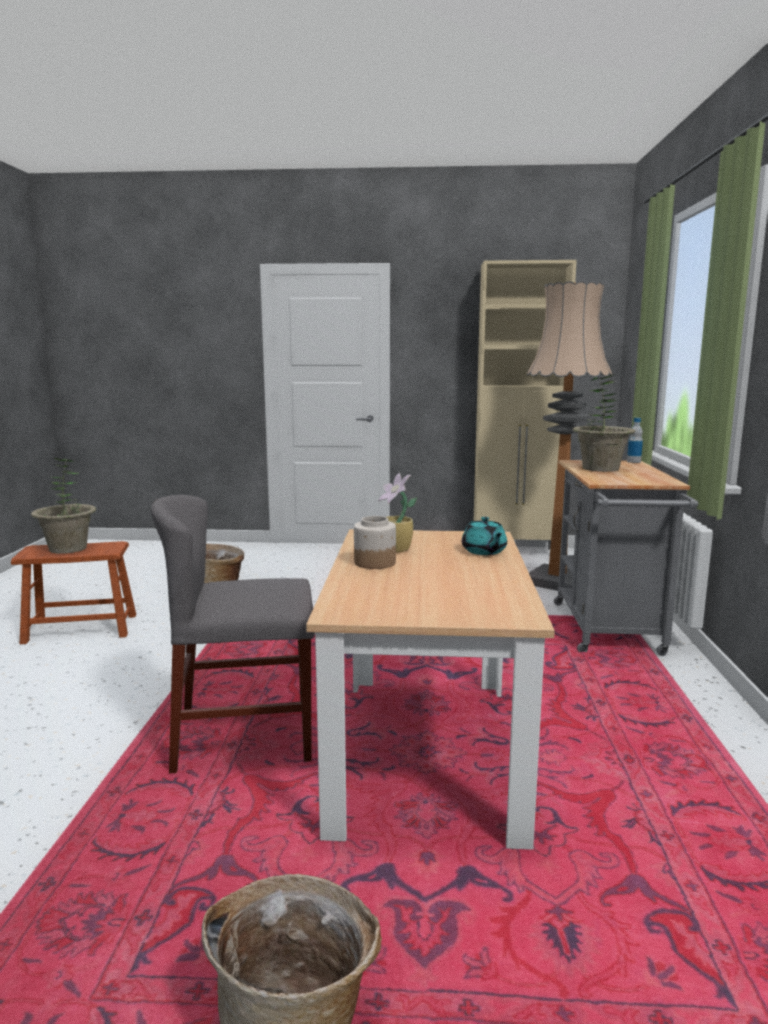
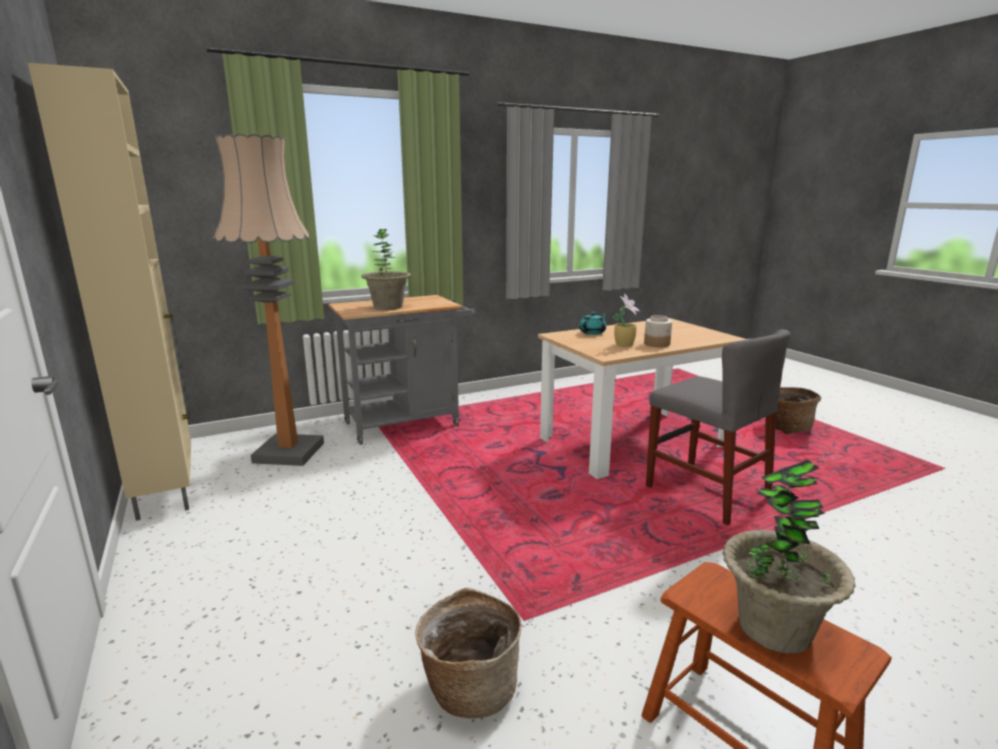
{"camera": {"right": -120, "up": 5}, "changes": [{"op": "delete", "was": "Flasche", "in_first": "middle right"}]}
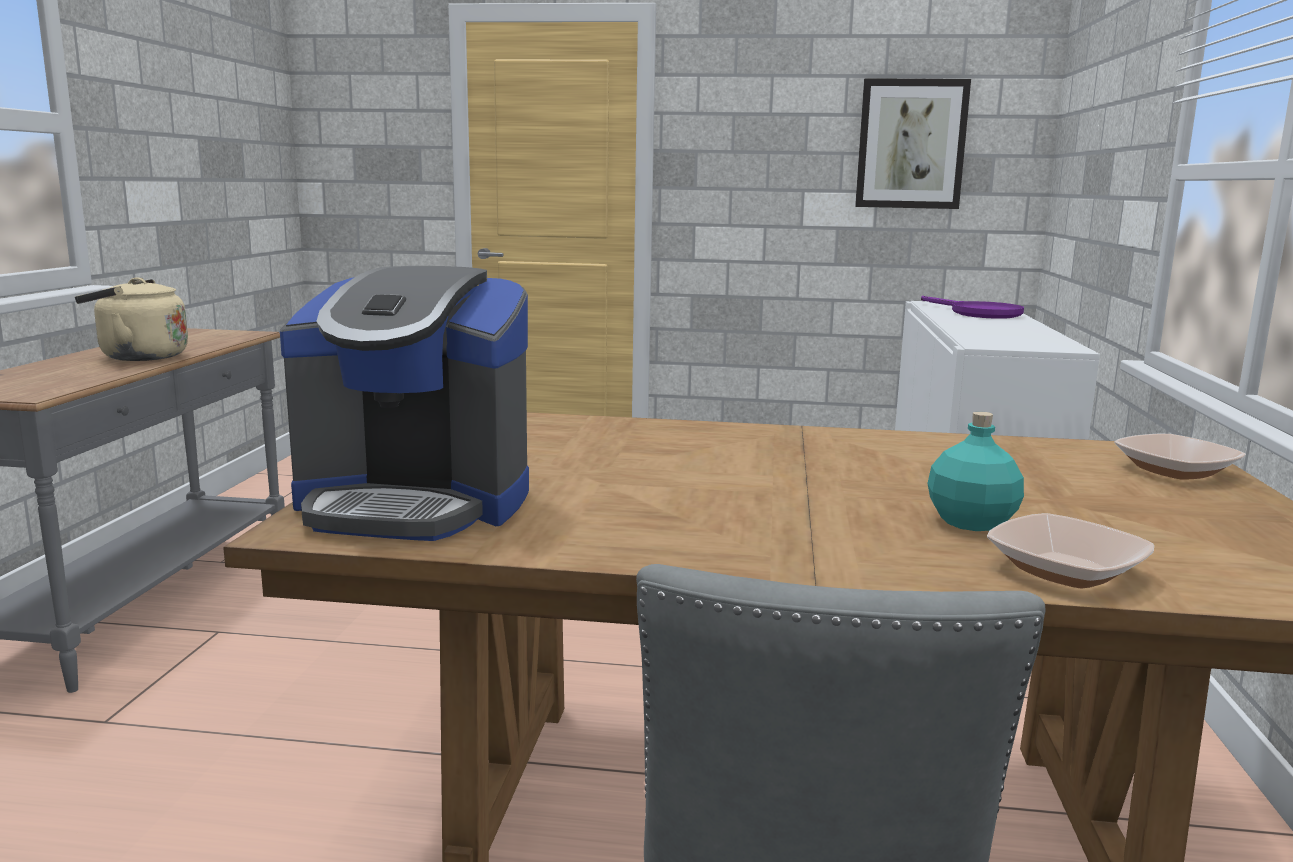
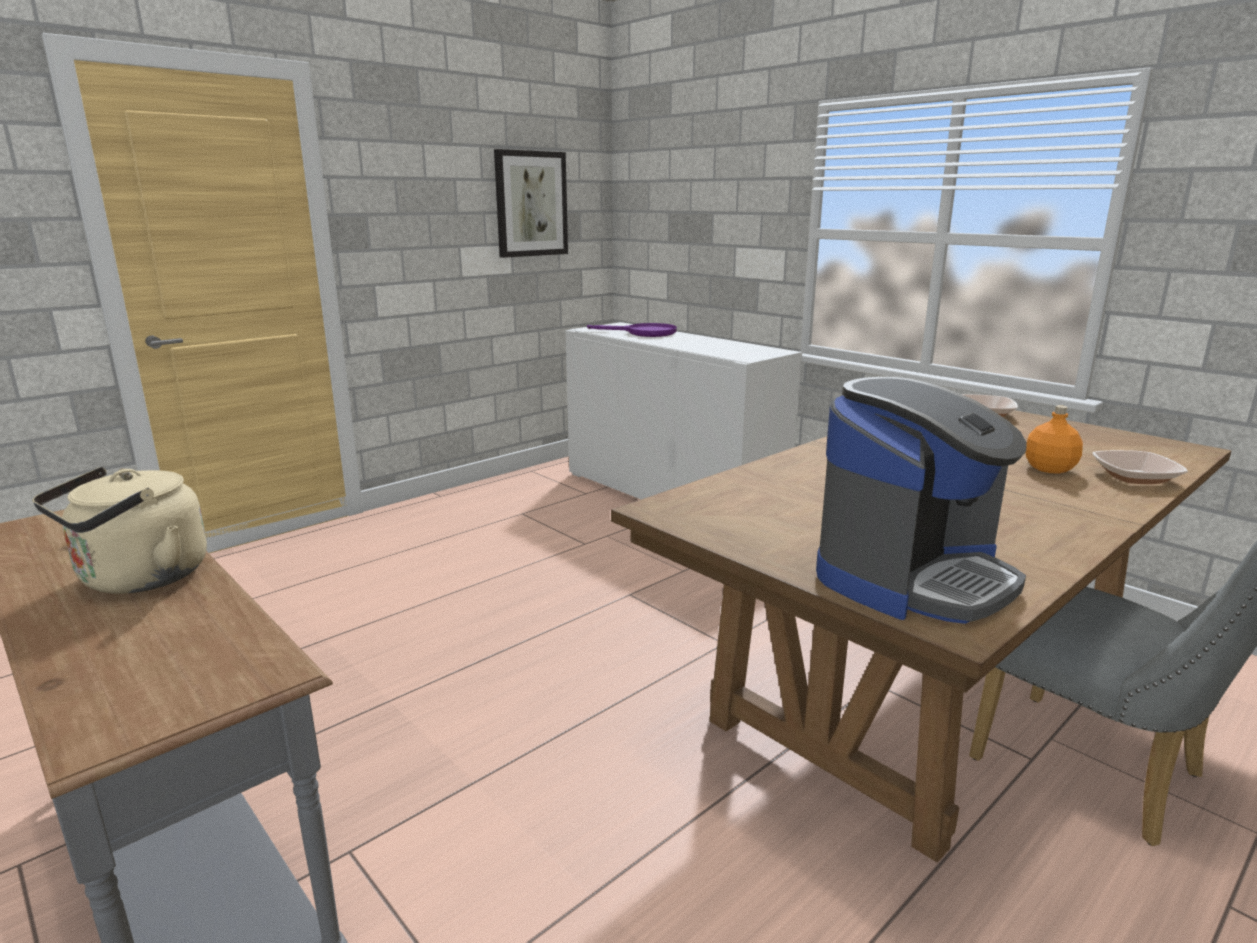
{"camera": {"right": -50, "up": 5}, "changes": [{"op": "recolor", "was": "Flasche [türkis]", "now": "Flasche [orange]", "in_first": "middle right", "in_second": "middle right"}]}
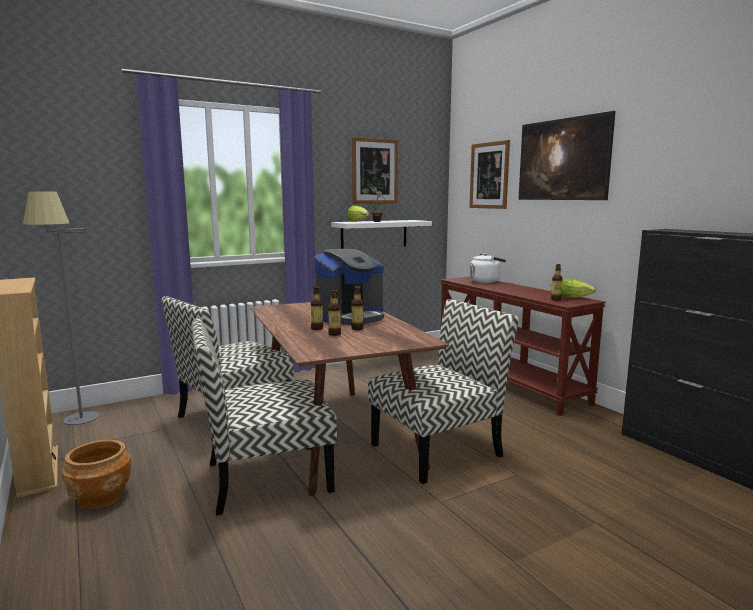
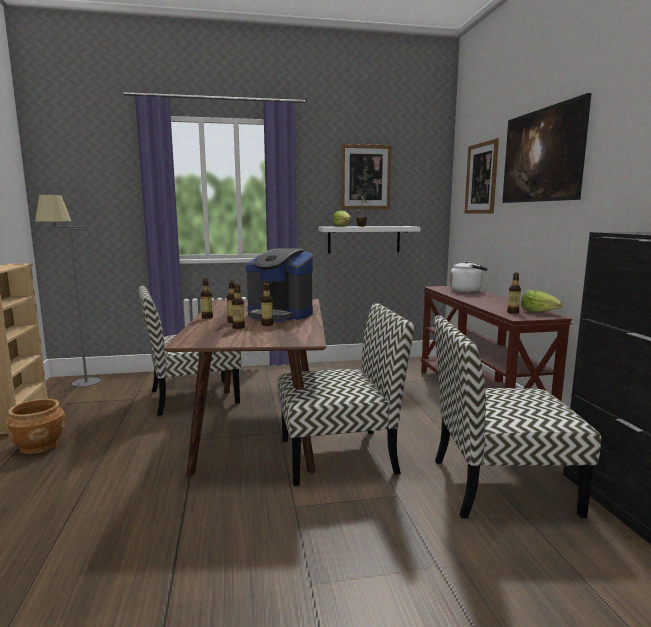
{"camera": {"right": 20, "up": 0}, "changes": [{"op": "insert", "now": "Flasche (1st from left)", "in_second": "middle left"}, {"op": "move", "was": "Stuhl (2nd from left in the first image)", "now": "Stuhl (3rd from left)", "in_first": "bottom centre", "in_second": "middle right"}, {"op": "rotate", "was": "Kaffeemaschine", "in_first": "centre", "in_second": "centre", "clockwise": 45}]}
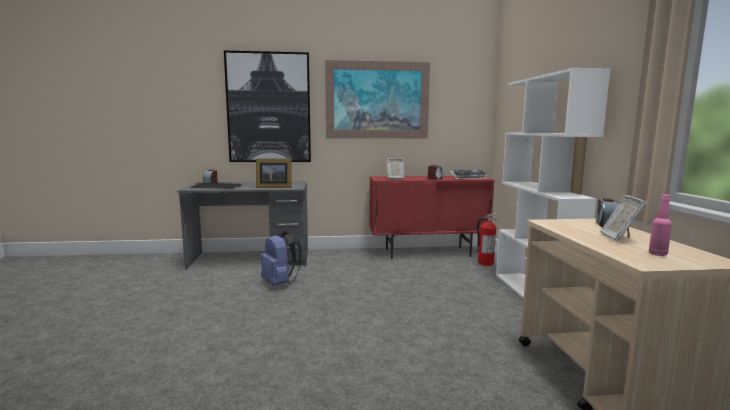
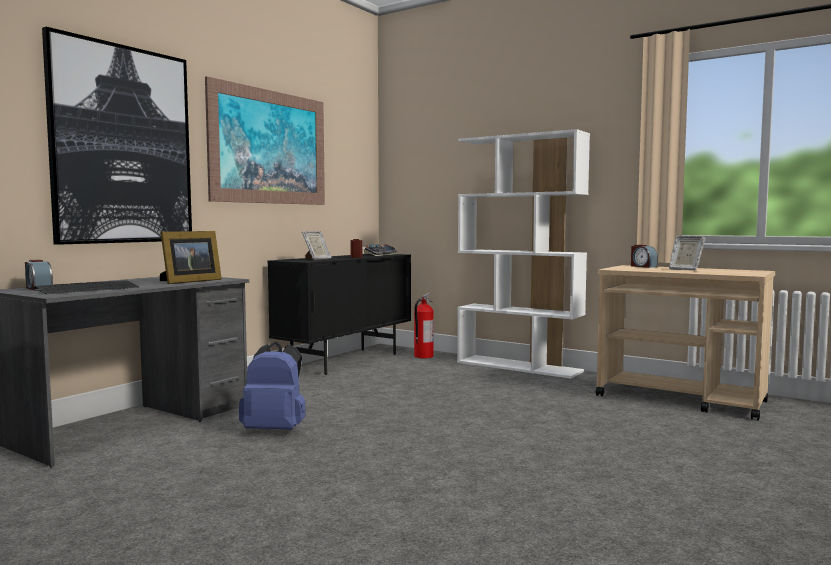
{"camera": {"right": -50, "up": -5}, "changes": [{"op": "delete", "was": "Flasche [rosa]", "in_first": "middle right"}, {"op": "recolor", "was": "Schrank [rot]", "now": "Schrank [schwarz]", "in_first": "centre", "in_second": "centre"}]}
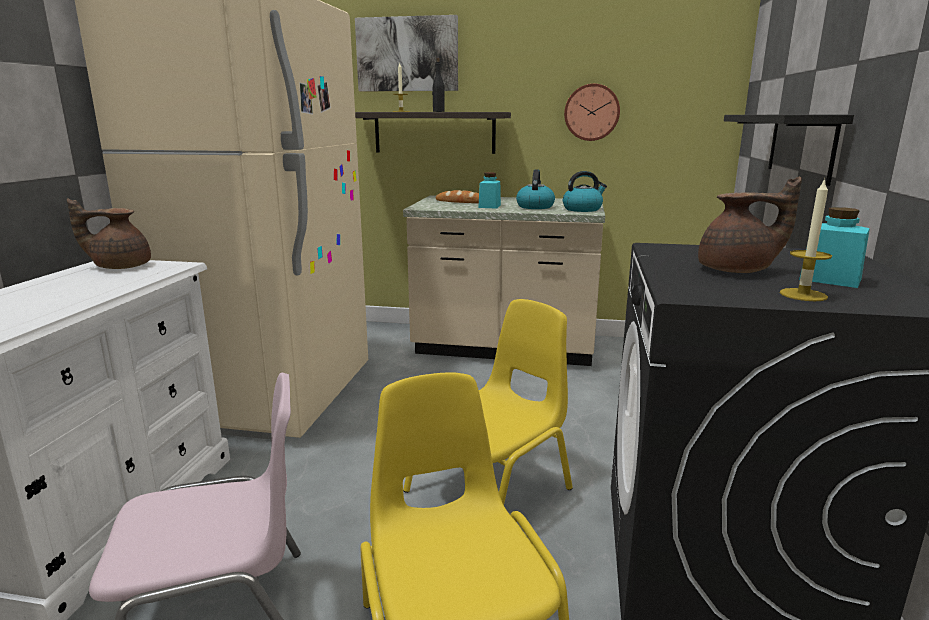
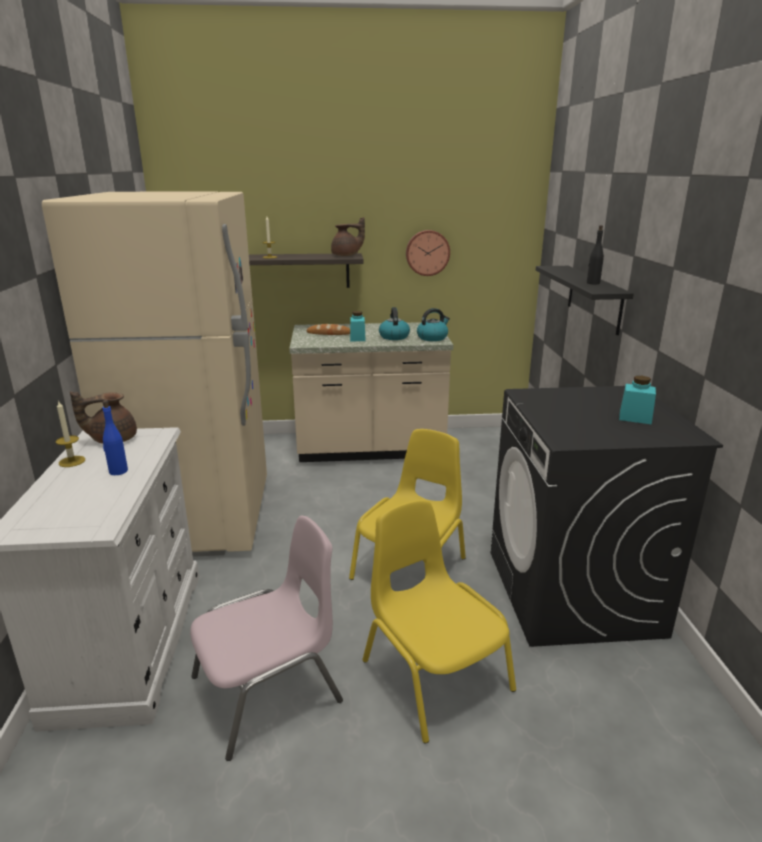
{"camera": {"right": -15, "up": 5}, "changes": [{"op": "delete", "was": "Bild", "in_first": "top centre"}, {"op": "insert", "now": "Flasche [blau]", "in_second": "middle left"}, {"op": "move", "was": "Flasche [schwarz]", "in_first": "top centre", "in_second": "top right"}, {"op": "move", "was": "Teekanne [braun] (2nd from left)", "in_first": "middle right", "in_second": "top centre"}, {"op": "move", "was": "Kerze (2nd from left in the first image)", "now": "Kerze (1st from left)", "in_first": "middle right", "in_second": "middle left"}]}
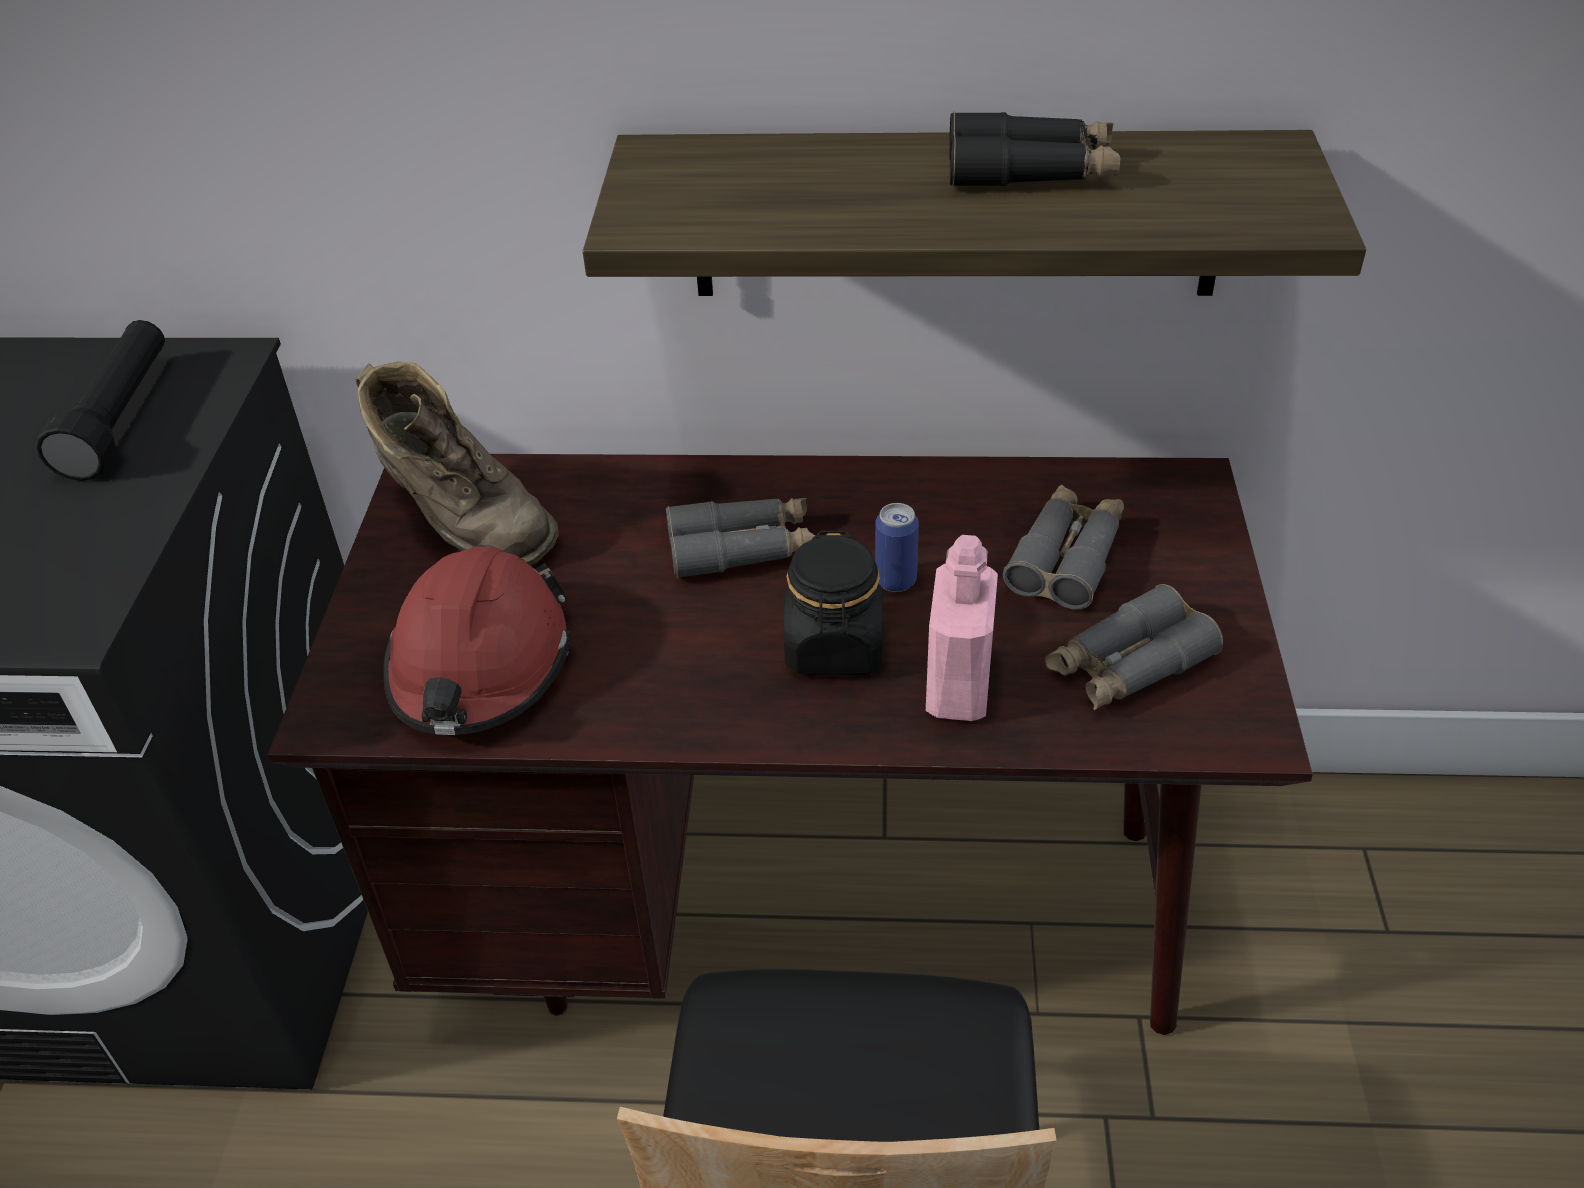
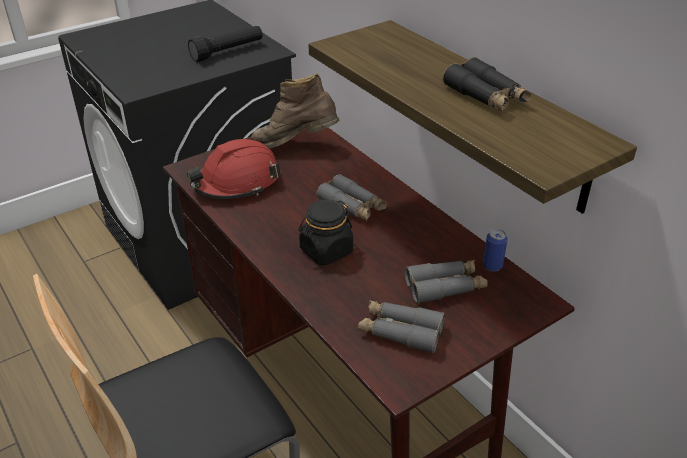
{"camera": {"right": 50, "up": -5}, "changes": [{"op": "delete", "was": "Flasche [rosa]", "in_first": "centre"}, {"op": "move", "was": "Dose", "in_first": "centre", "in_second": "middle right"}, {"op": "rotate", "was": "Stiefel [braun]", "in_first": "middle left", "in_second": "top centre", "clockwise": 90}]}
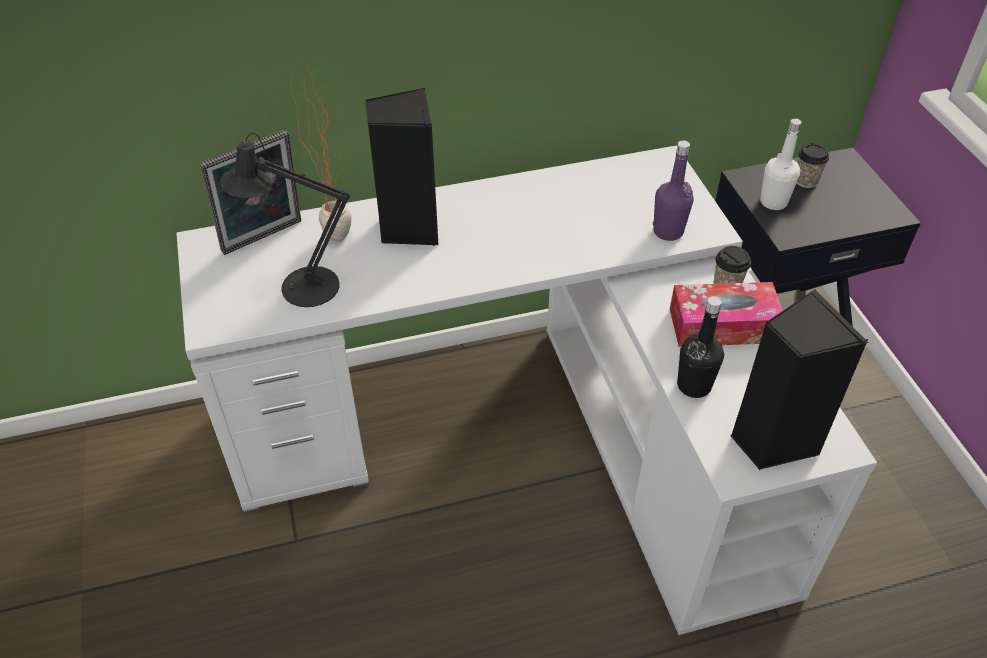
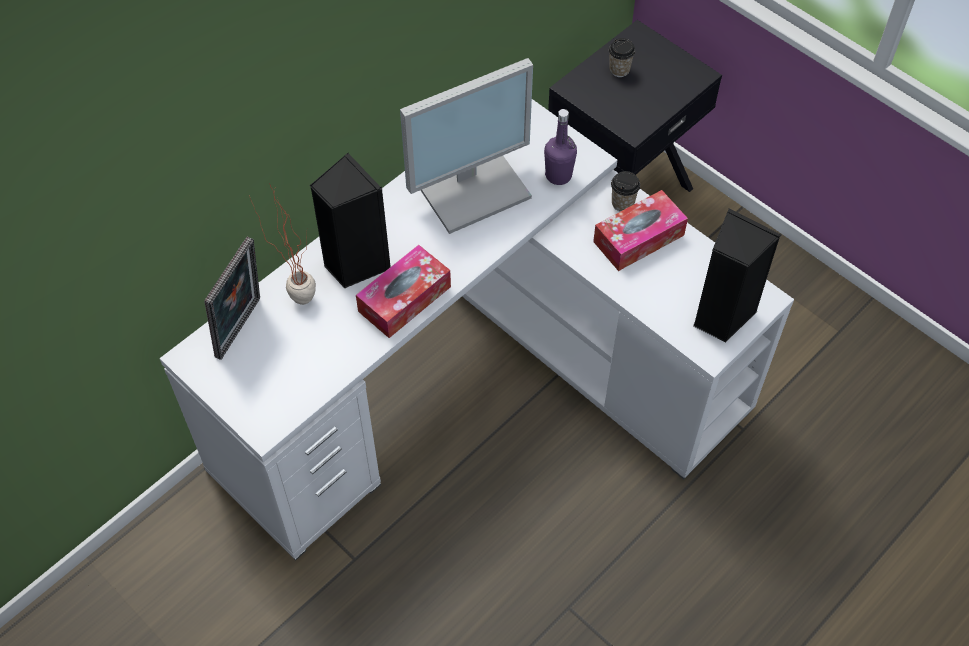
{"camera": {"right": -30, "up": 10}, "changes": [{"op": "delete", "was": "Tischlampe [schwarz]", "in_first": "middle left"}, {"op": "delete", "was": "Flasche [schwarz]", "in_first": "middle right"}, {"op": "delete", "was": "Flasche [weiß]", "in_first": "top right"}, {"op": "insert", "now": "Taschentuchbox (1st from left)", "in_second": "centre"}, {"op": "insert", "now": "Monitor", "in_second": "top centre"}]}
